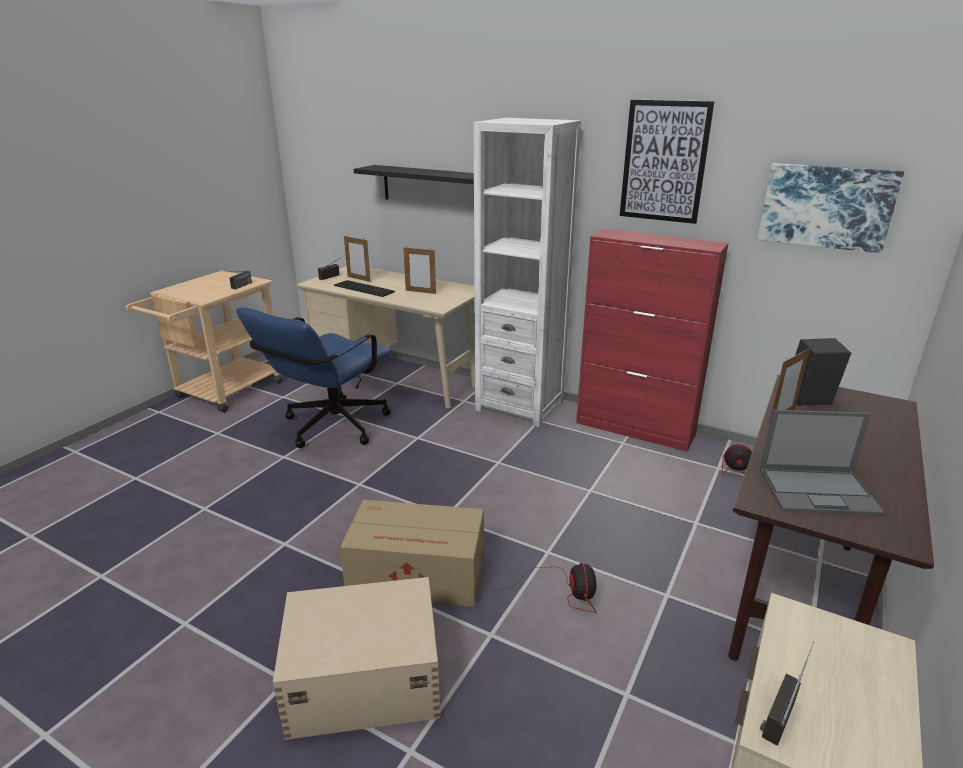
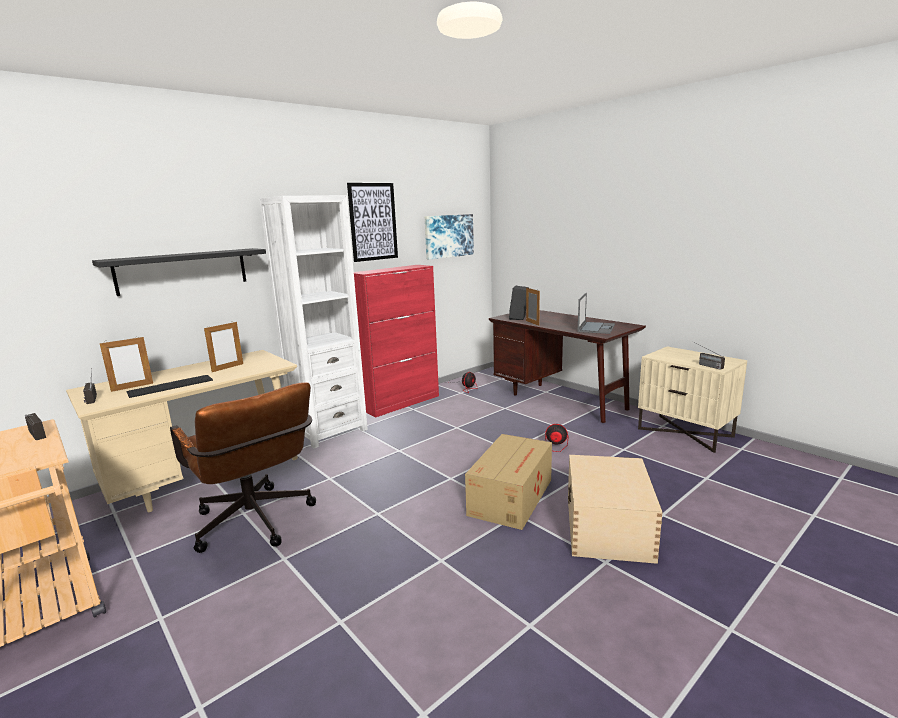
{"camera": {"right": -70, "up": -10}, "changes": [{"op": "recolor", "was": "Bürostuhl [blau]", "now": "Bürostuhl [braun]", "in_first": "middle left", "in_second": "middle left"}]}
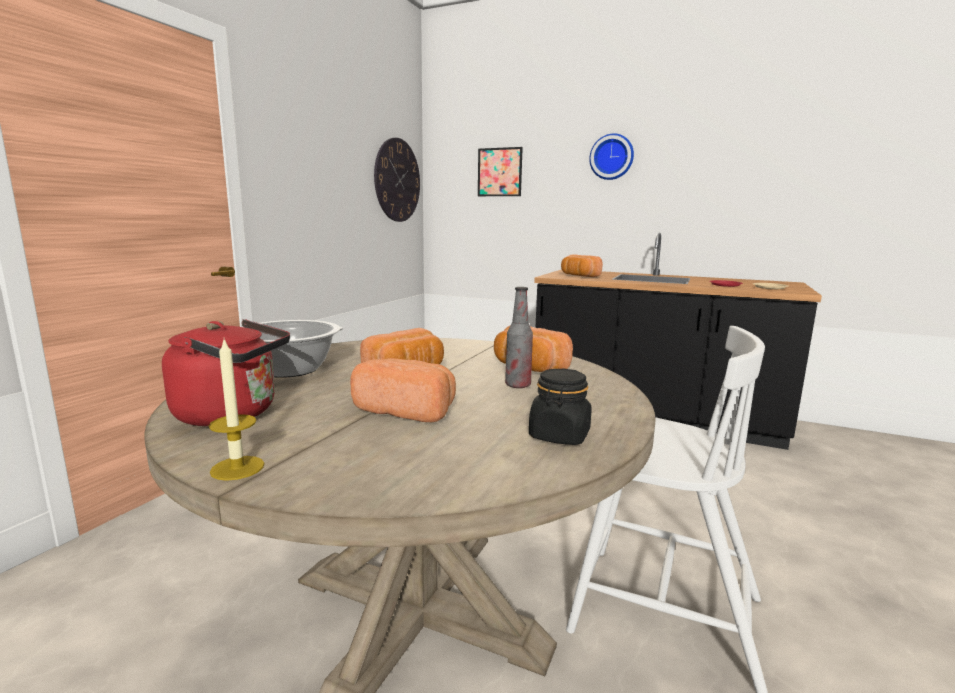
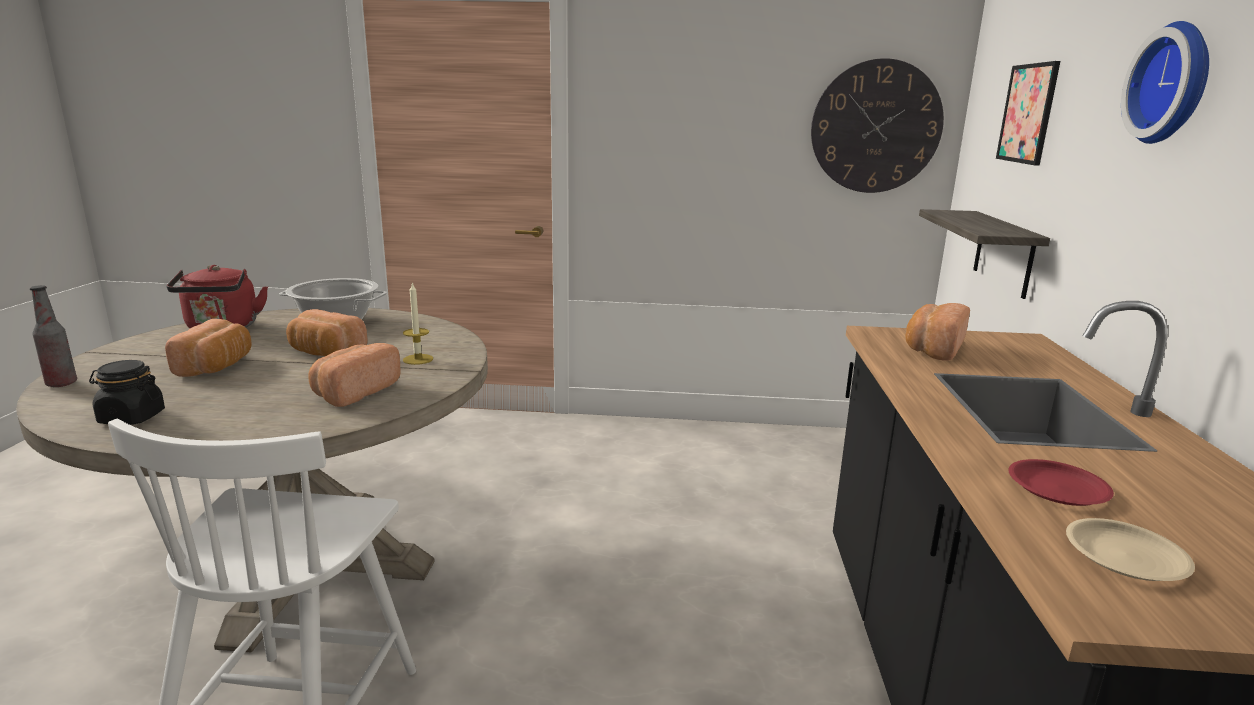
{"camera": {"right": 70, "up": 5}, "changes": [{"op": "insert", "now": "Wandregal", "in_second": "middle right"}, {"op": "move", "was": "Kerze", "in_first": "middle left", "in_second": "centre"}, {"op": "move", "was": "Flasche", "in_first": "centre", "in_second": "middle left"}]}
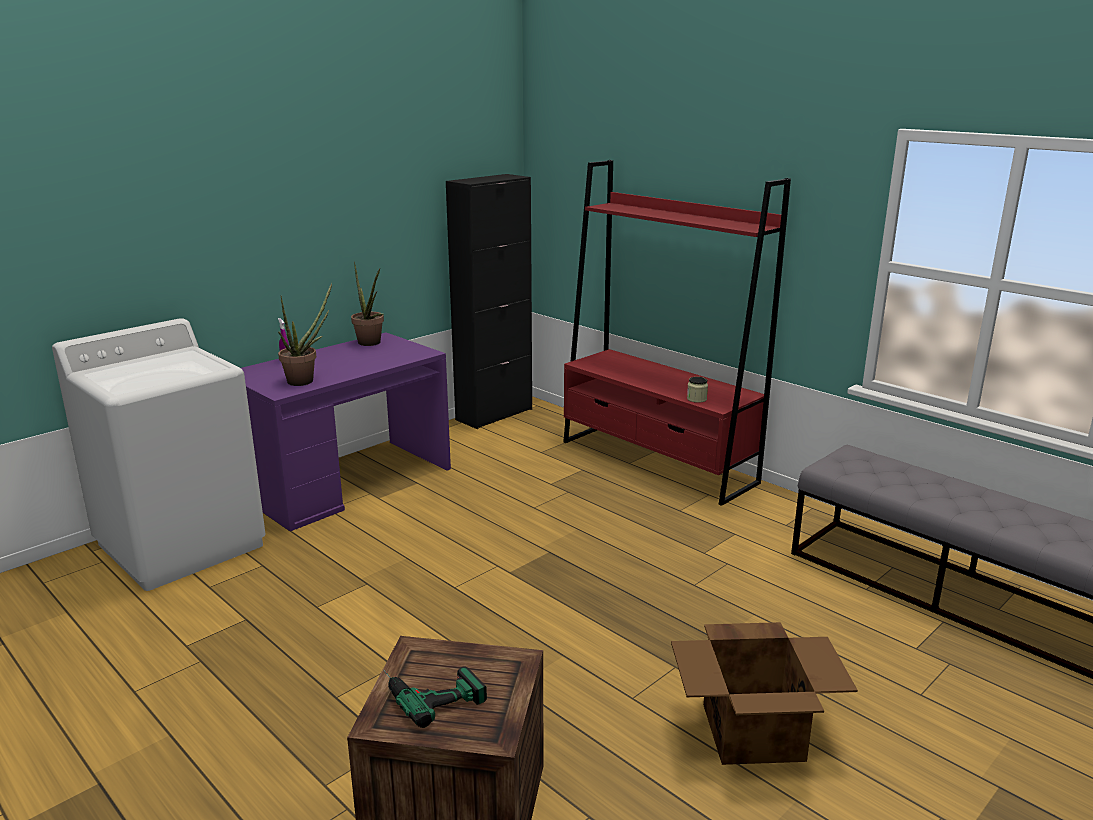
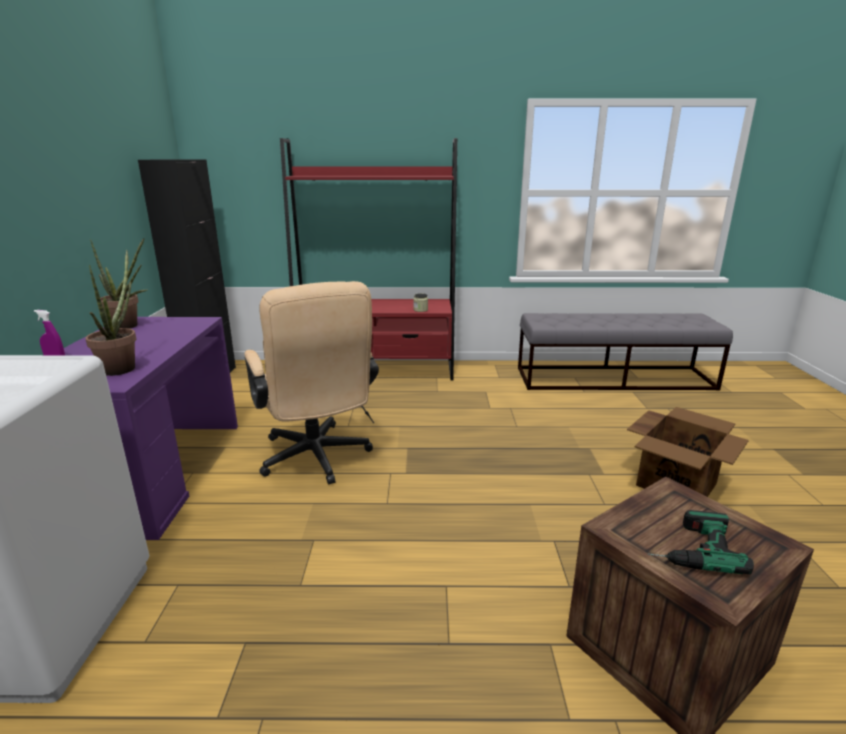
{"camera": {"right": -45, "up": 0}, "changes": [{"op": "insert", "now": "Bürostuhl [beige]", "in_second": "centre"}]}
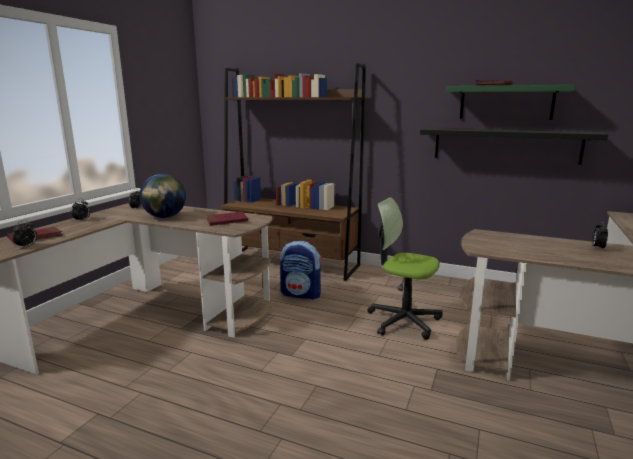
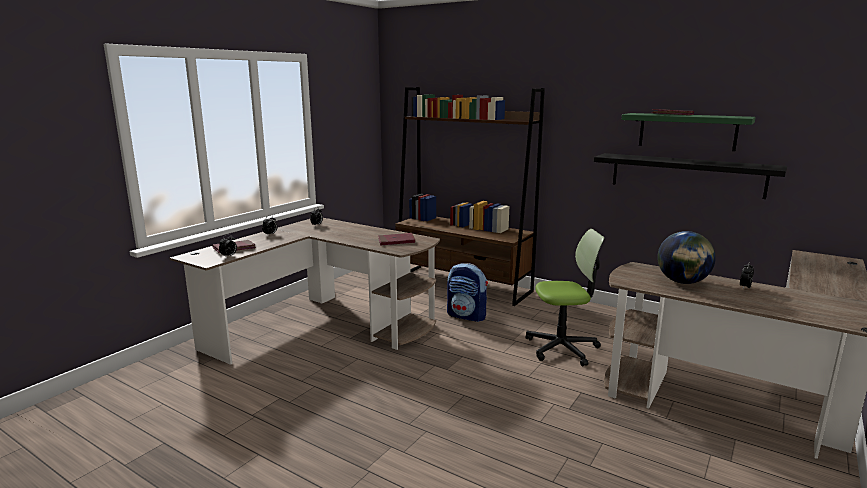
{"camera": {"right": 10, "up": 0}, "changes": [{"op": "move", "was": "Globus", "in_first": "middle left", "in_second": "middle right"}, {"op": "rotate", "was": "Bürostuhl", "in_first": "centre", "in_second": "centre", "clockwise": 135}]}
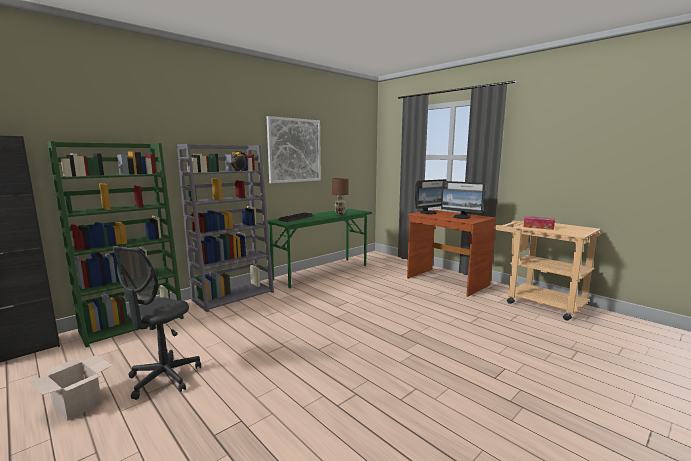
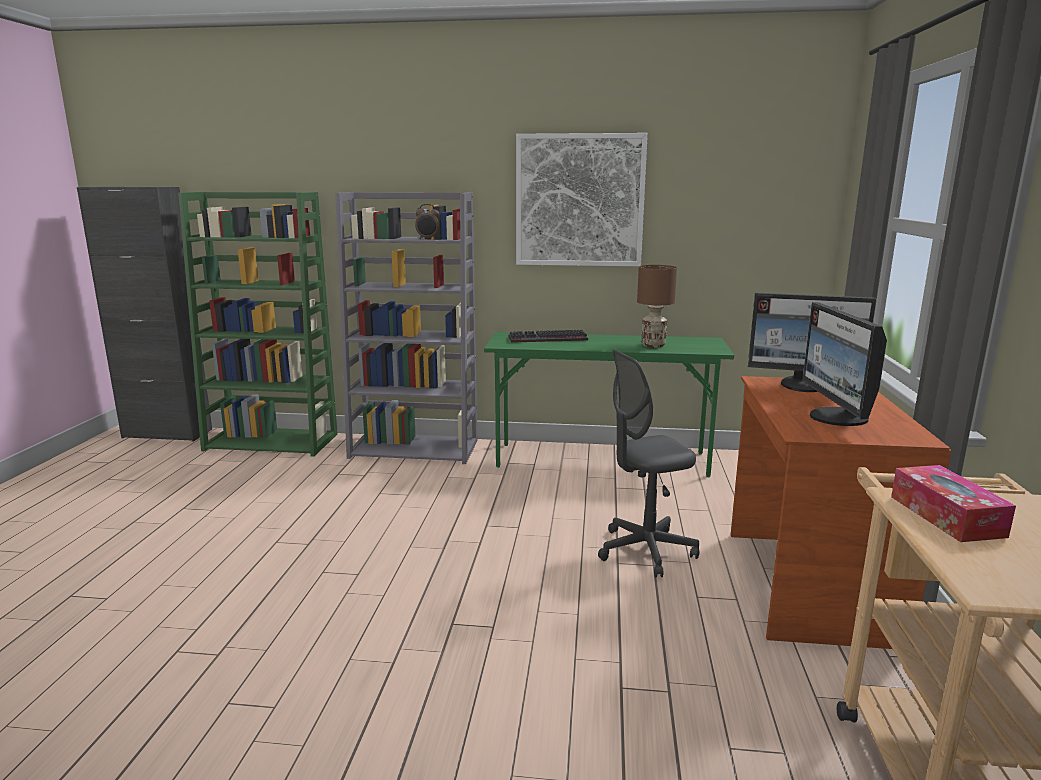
{"camera": {"right": 50, "up": 5}, "changes": [{"op": "delete", "was": "Karton", "in_first": "bottom left"}, {"op": "move", "was": "Bürostuhl [grau]", "in_first": "bottom left", "in_second": "centre"}]}
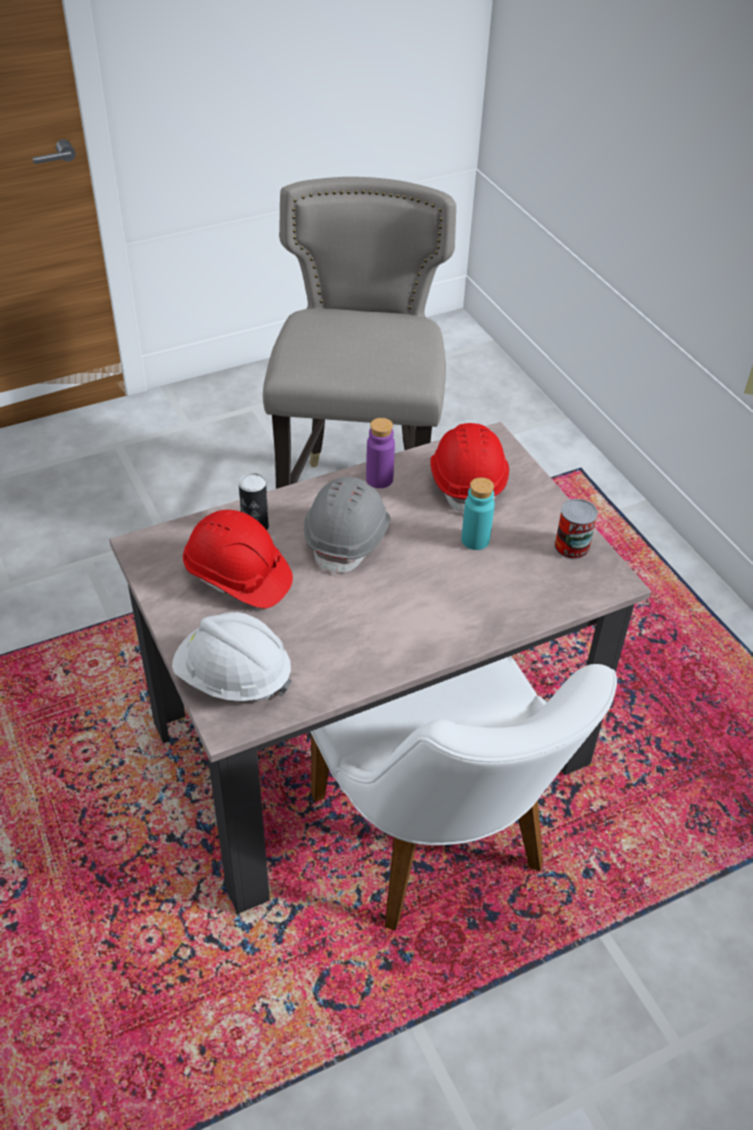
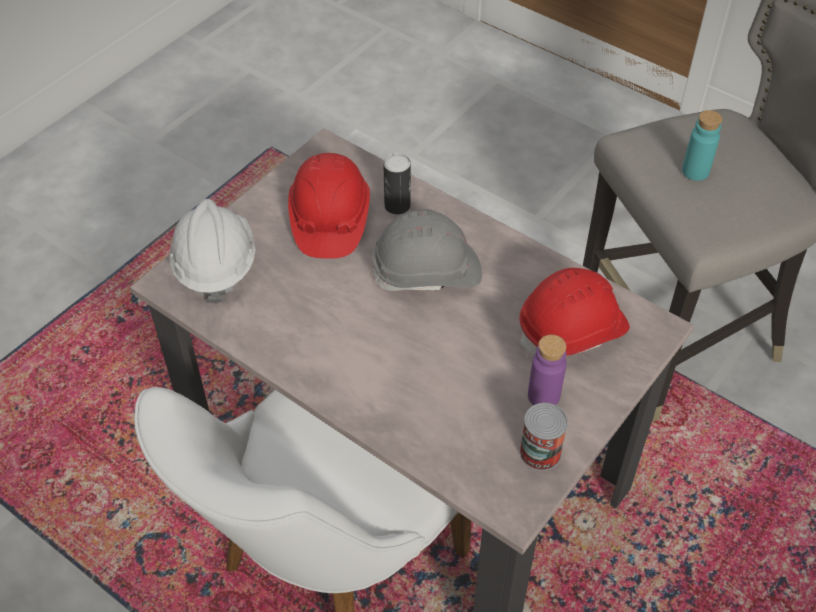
{"camera": {"right": 65, "up": 5}, "changes": [{"op": "move", "was": "Flasche [lila]", "in_first": "centre", "in_second": "middle right"}, {"op": "move", "was": "Flasche [türkis]", "in_first": "centre", "in_second": "top right"}]}
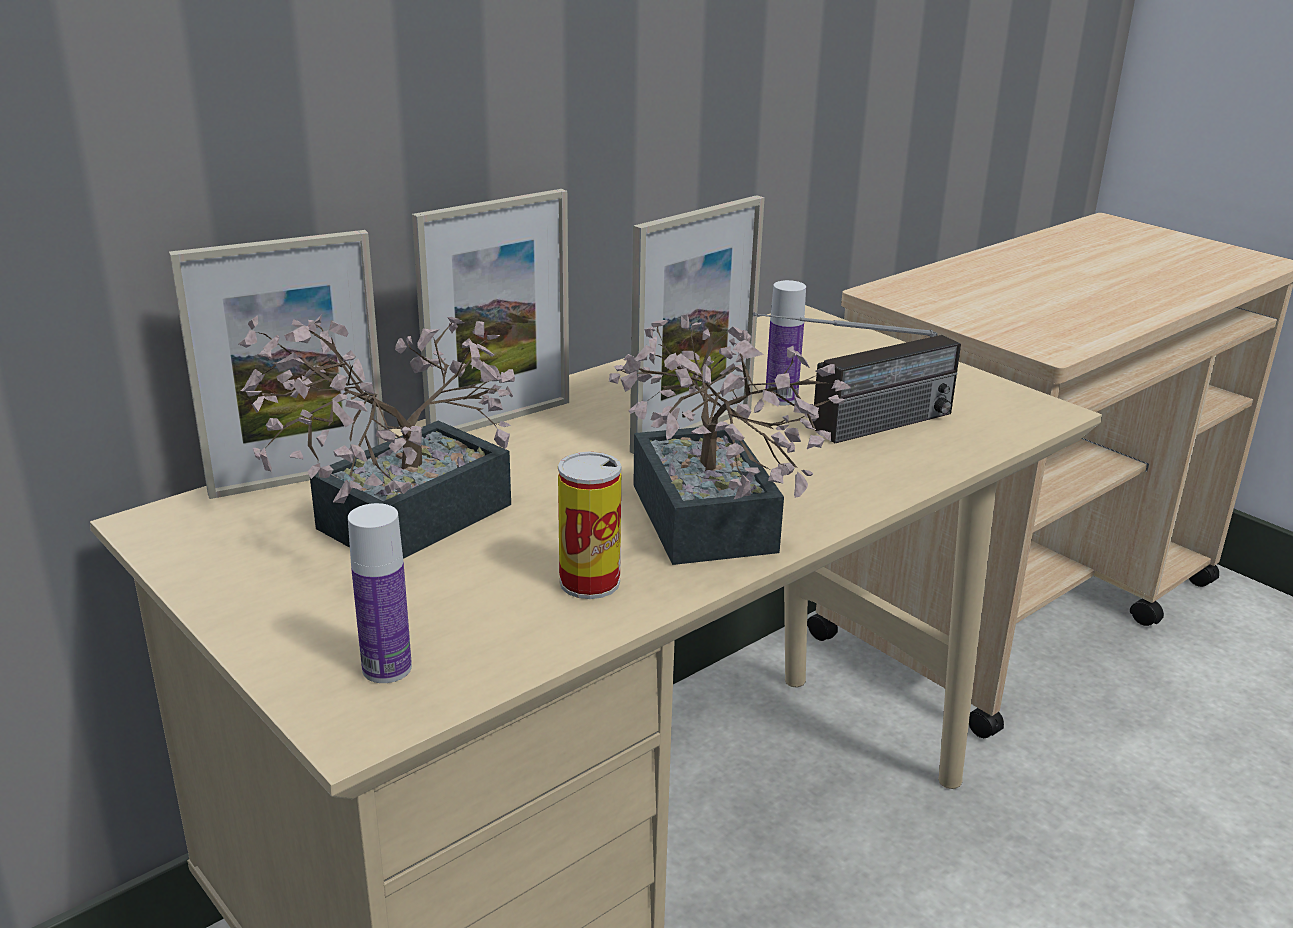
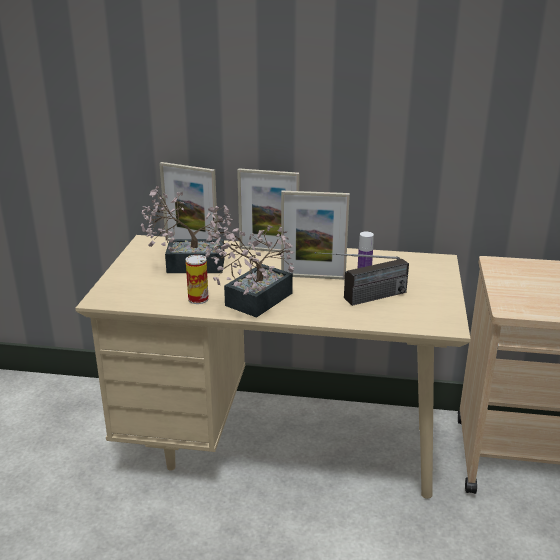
{"camera": {"right": 50, "up": 0}, "changes": [{"op": "delete", "was": "Flasche (1st from left)", "in_first": "middle left"}, {"op": "rotate", "was": "Radio", "in_first": "centre", "in_second": "centre", "clockwise": -45}]}
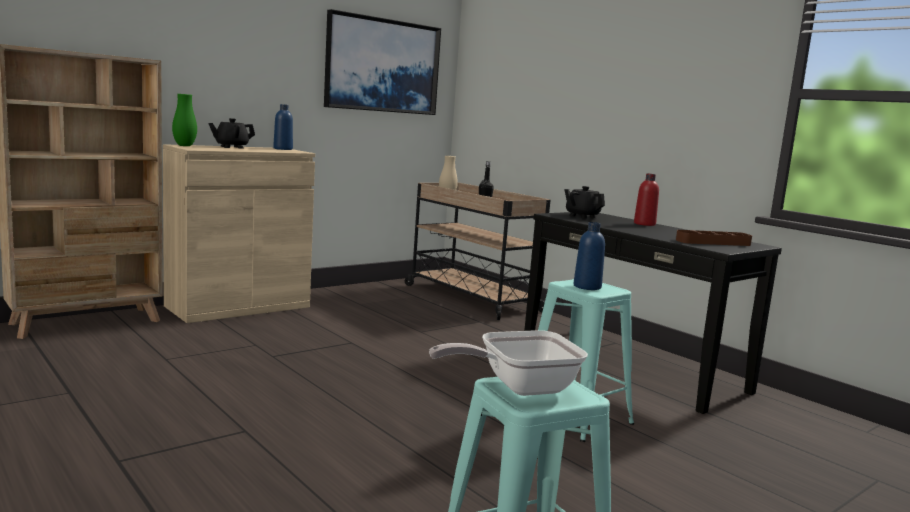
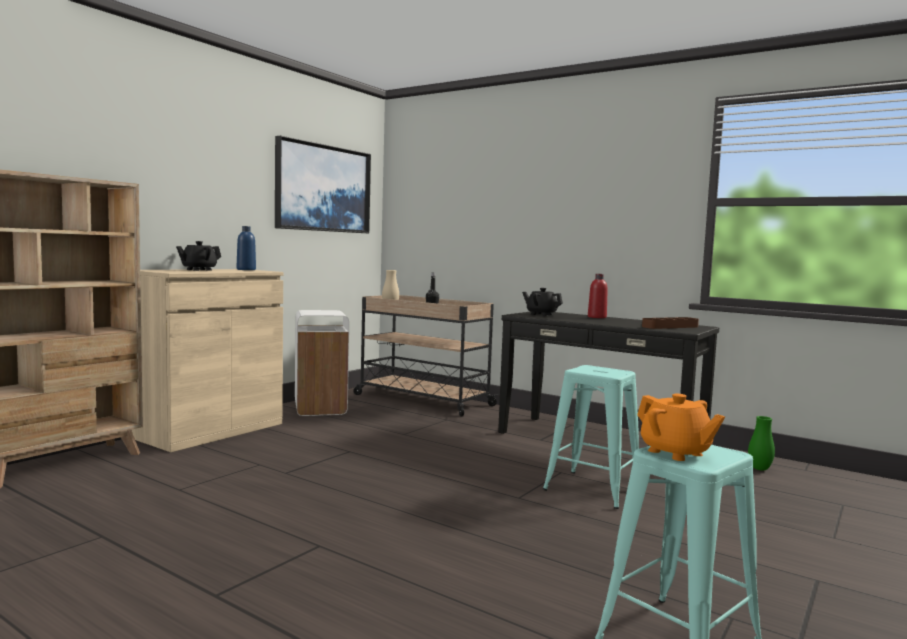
{"camera": {"right": -15, "up": -5}, "changes": [{"op": "delete", "was": "Flasche [blau] (2nd from left)", "in_first": "centre"}, {"op": "insert", "now": "Mülleimer [weiß]", "in_second": "centre"}, {"op": "move", "was": "Vase [grün]", "in_first": "top left", "in_second": "bottom right"}, {"op": "replace", "was": "Pfanne", "now": "Teekanne [orange]", "in_first": "bottom centre", "in_second": "bottom right"}]}
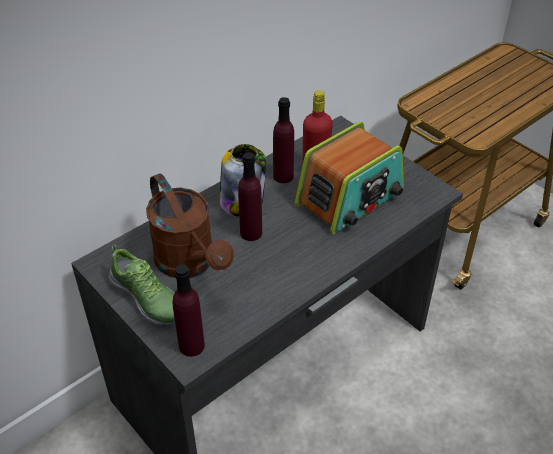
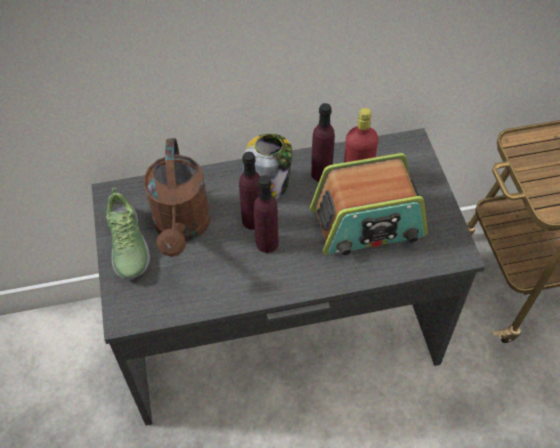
{"camera": {"right": 30, "up": 10}, "changes": [{"op": "move", "was": "Flasche [lila] (1st from left in the first image)", "now": "Flasche [lila] (2nd from left)", "in_first": "bottom centre", "in_second": "centre"}]}
